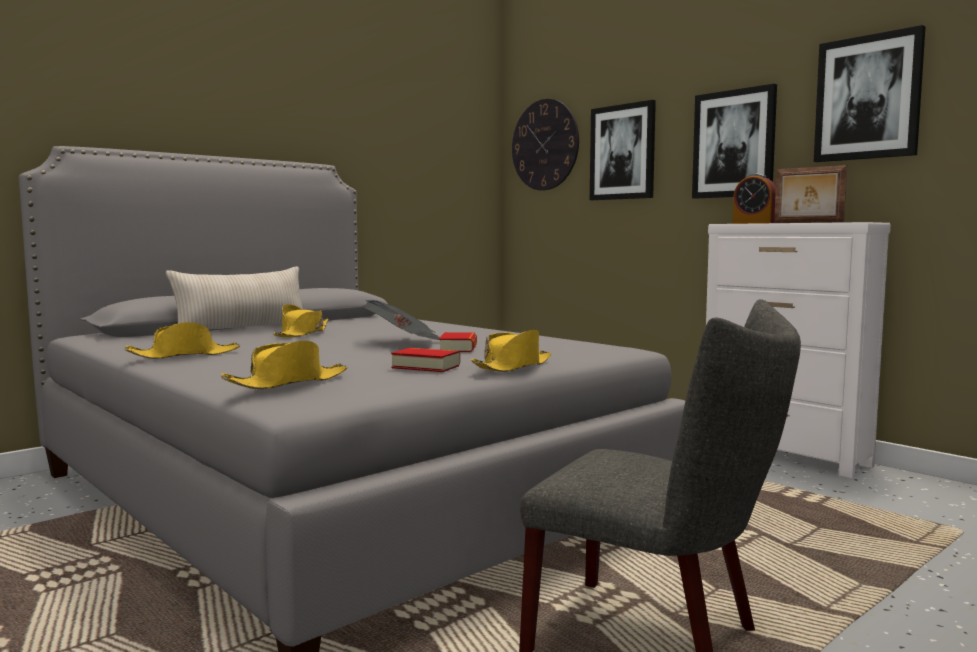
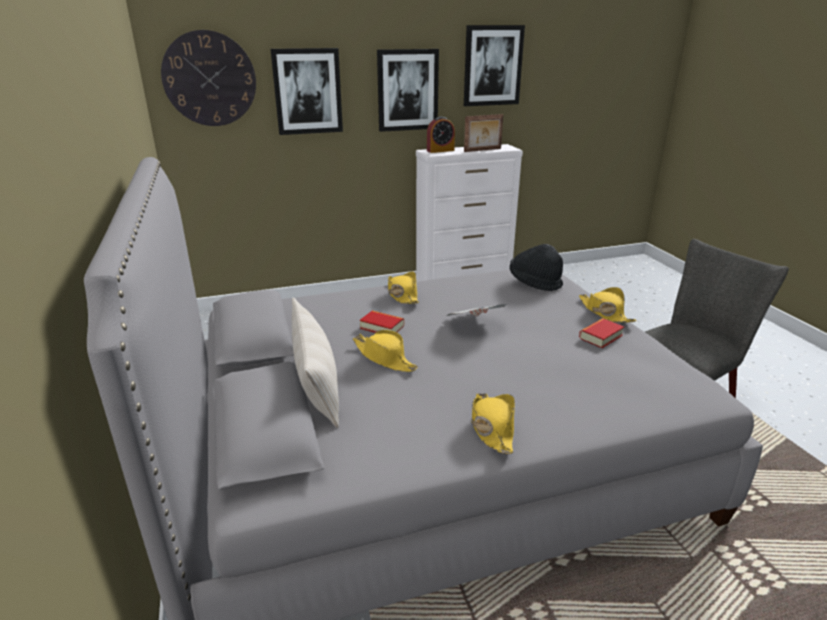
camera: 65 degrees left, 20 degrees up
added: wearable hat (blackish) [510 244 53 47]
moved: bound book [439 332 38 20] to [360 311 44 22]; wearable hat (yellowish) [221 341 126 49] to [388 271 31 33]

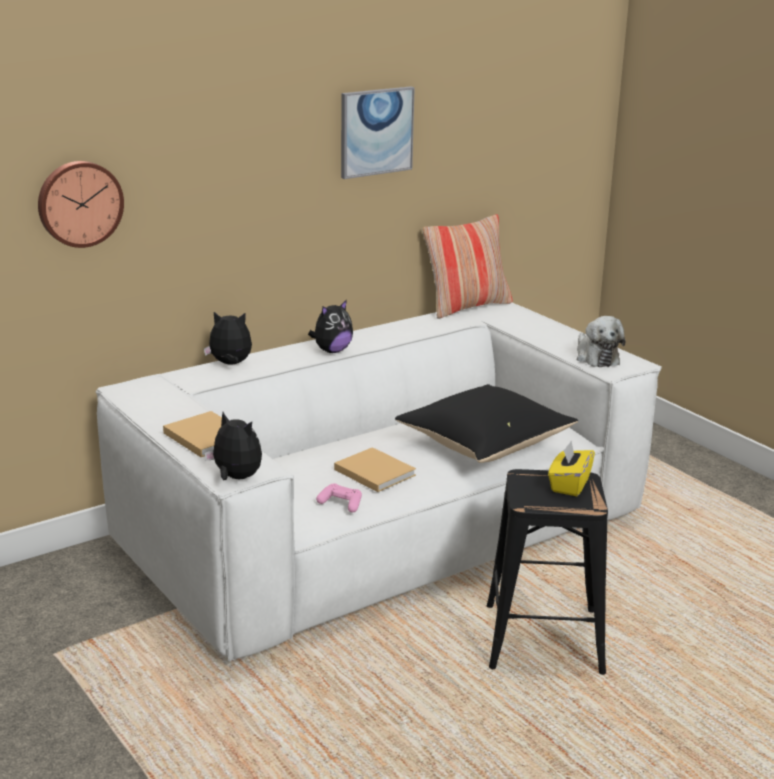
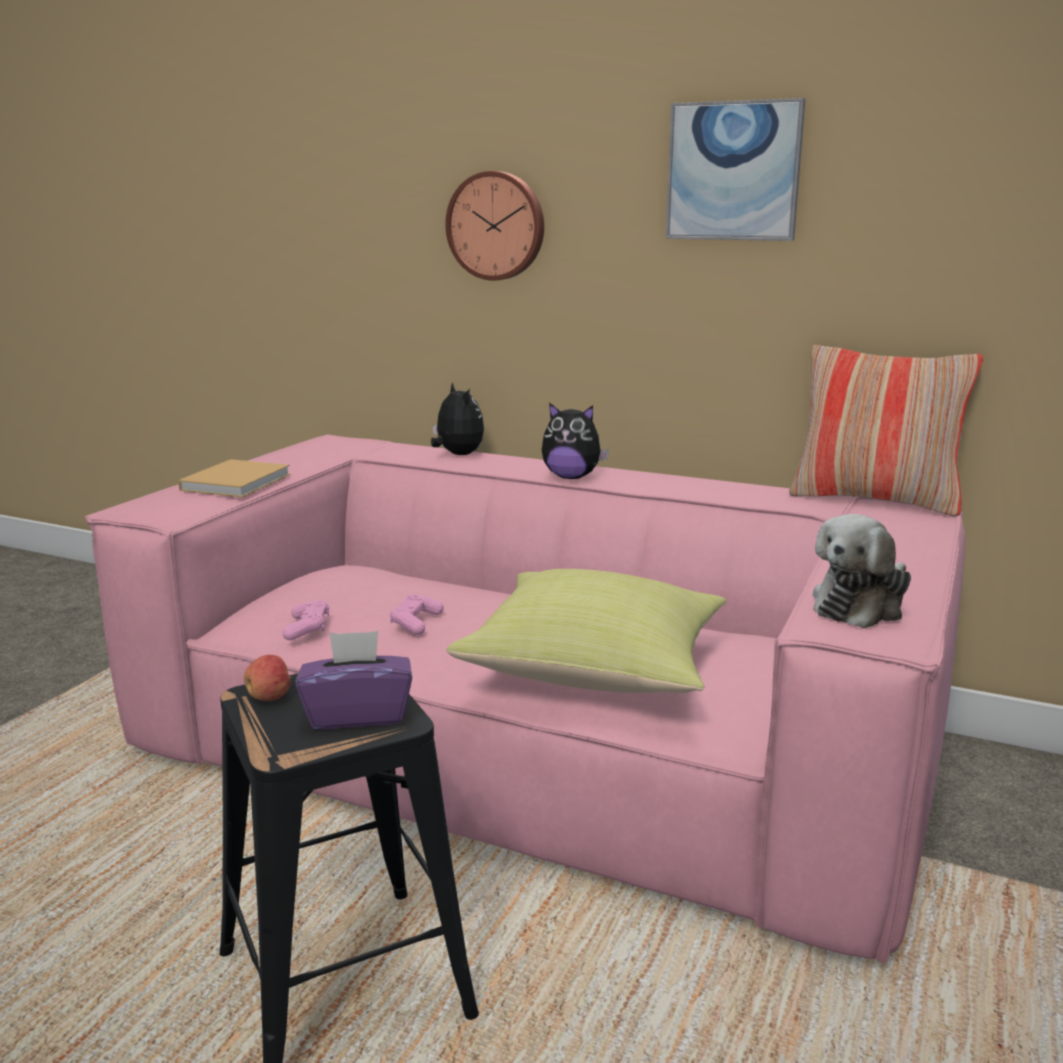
camera: 60 degrees right, 5 degrees down
removed: soft toy [204 412 58 68]
added: apple fruit [244 655 48 46]
moved: hanging clock [38 161 86 87] to [445 171 99 110]
replaced: bound book (sand-coloured) [334 447 82 45] to gamepad (pink-coloured) [390 594 54 41]
recoloured: couch (white-coloured) [96 303 566 359] to couch (pink-coloured) [85 435 881 529]; pillow (blackish) [395 384 183 79] to pillow (yellowish) [446 569 281 124]; tissue holder (yellowish) [548 441 47 55] to tissue holder (purple-coloured) [296 631 116 98]

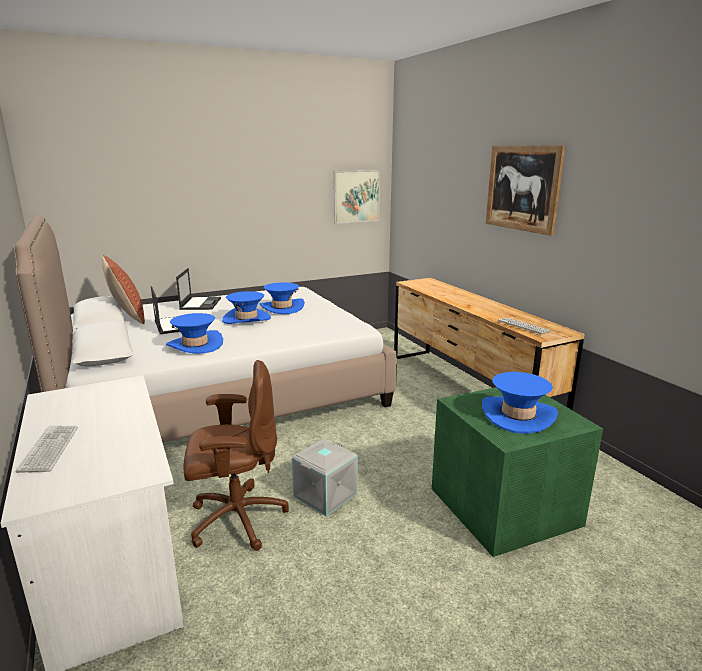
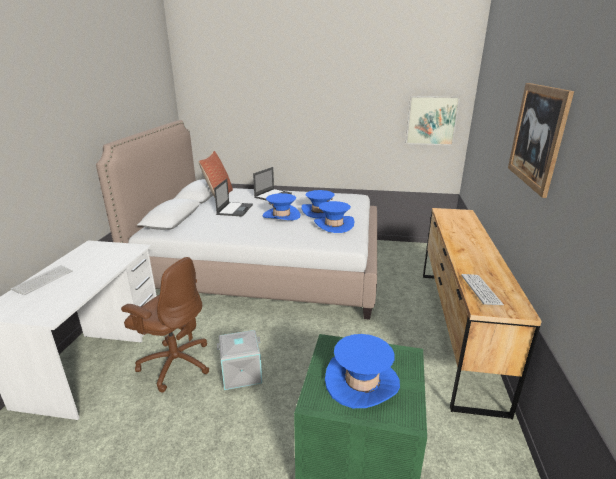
camera: 35 degrees right, 5 degrees up
moved: wearable hat (blue-coloured) [166 313 57 41] to [314 201 41 32]

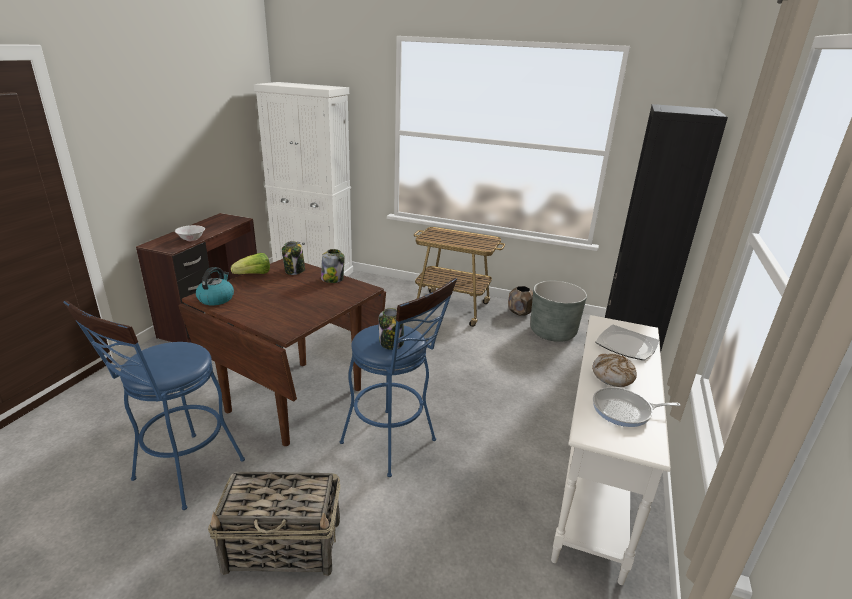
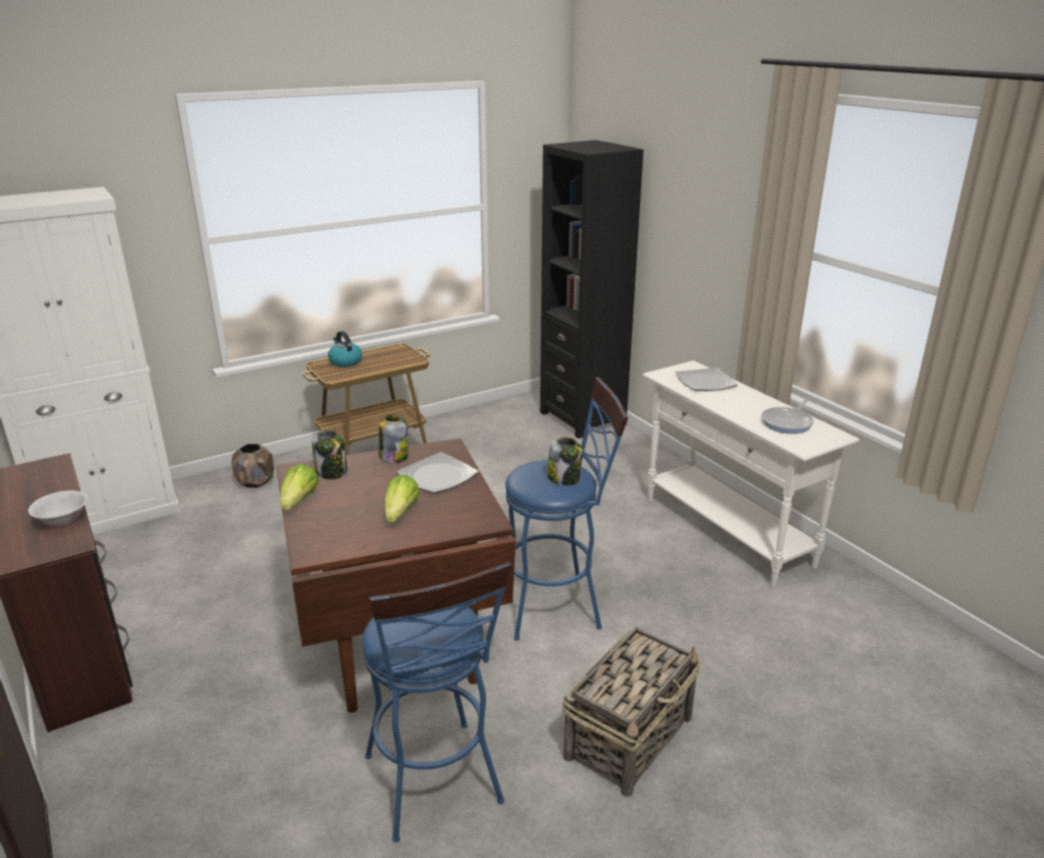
camera: 50 degrees left, 0 degrees up
removed: planter (grey) [530 281 57 61]; bread [592 354 45 33]
added: flat dish [397 452 81 41]; lettuce [384 474 36 48]
moved: tea kettle [196 267 38 38] to [328 331 34 36]; planter (brown-coloured) [508 286 25 30] to [231 444 43 43]

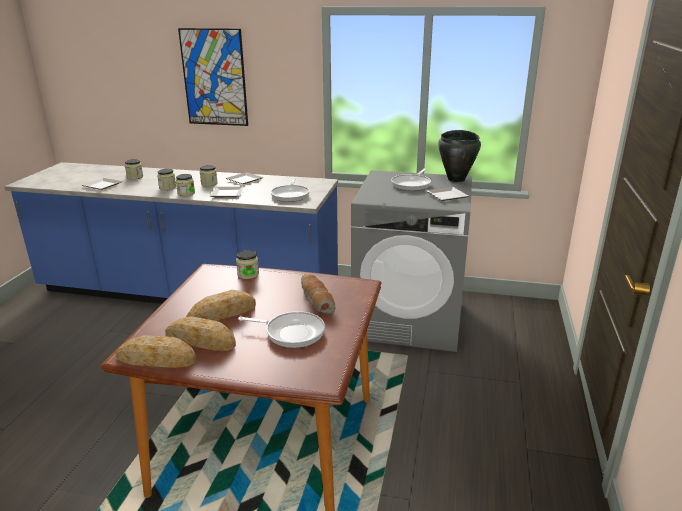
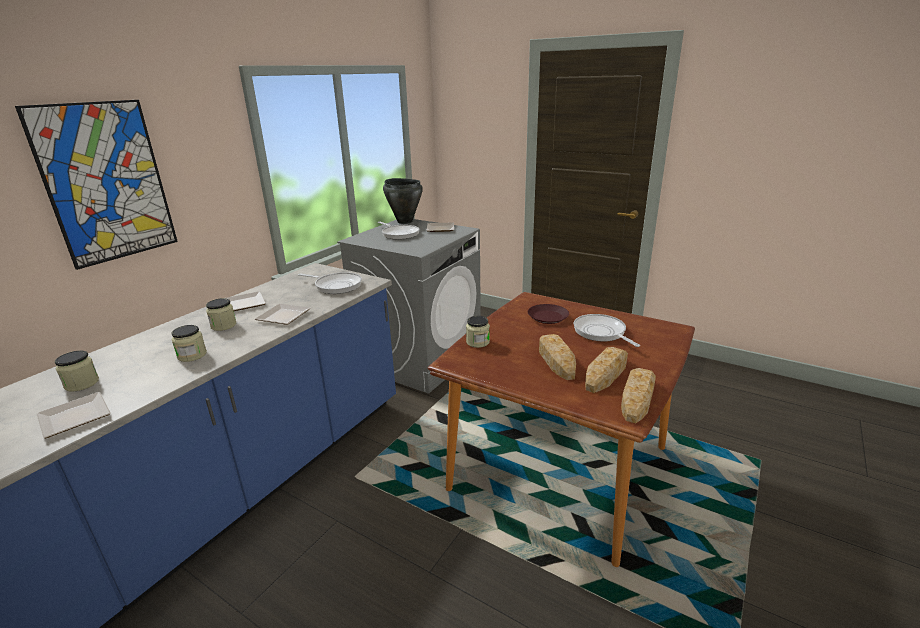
camera: 70 degrees left, 0 degrees up
removed: jar [176 174 19 22]
replaced: bread [301 274 35 40] to flat dish (brown-coloured) [528 304 41 20]
turned: skillet [238 311 87 37] = [574 314 66 33] 60 degrees counterclockwise

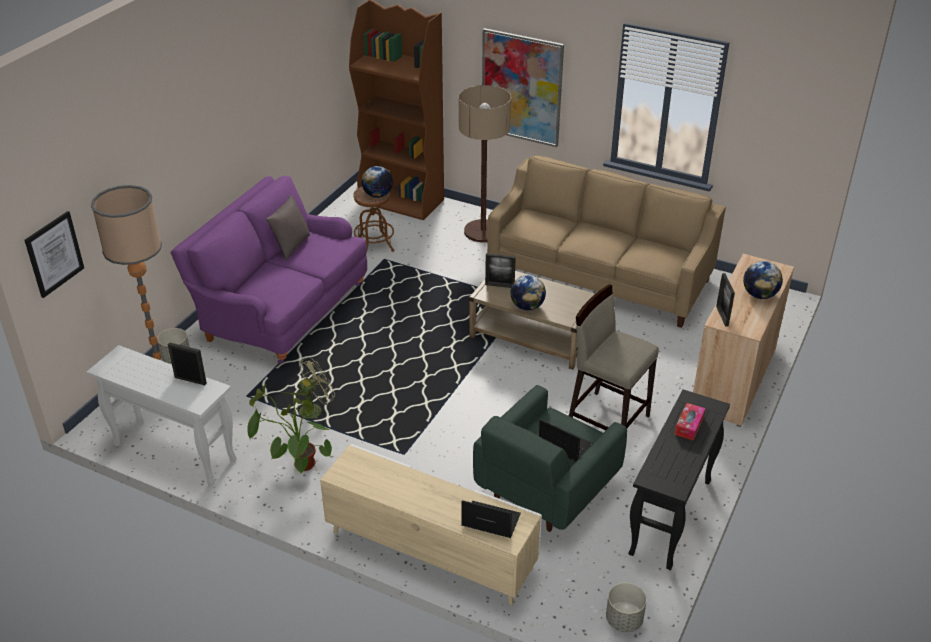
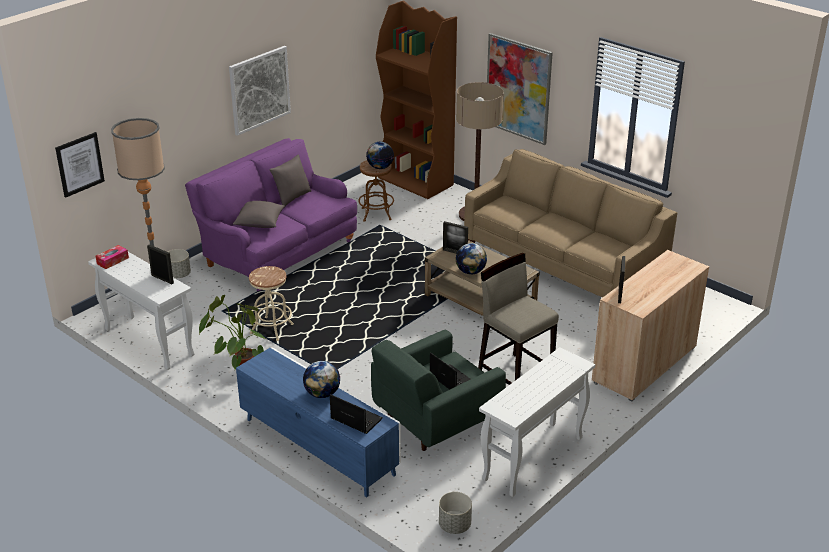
camera: 15 degrees right, 5 degrees down
added: wall picture [229 46 62 90]; pillow (grey) [233 201 52 27]
moved: world globe [743 261 40 38] to [303 361 37 37]; tissue holder [675 403 31 38] to [95 245 34 24]
replaced: fan (green-coloured) [291 357 44 62] to stool (sand-coloured) [249 266 45 75]
recoloured: console table (blackish) [628 389 102 181] to console table (white-coloured) [479 347 116 150]; tv stand (sand-coloured) [320 444 222 161] to tv stand (blue-coloured) [236 347 165 150]

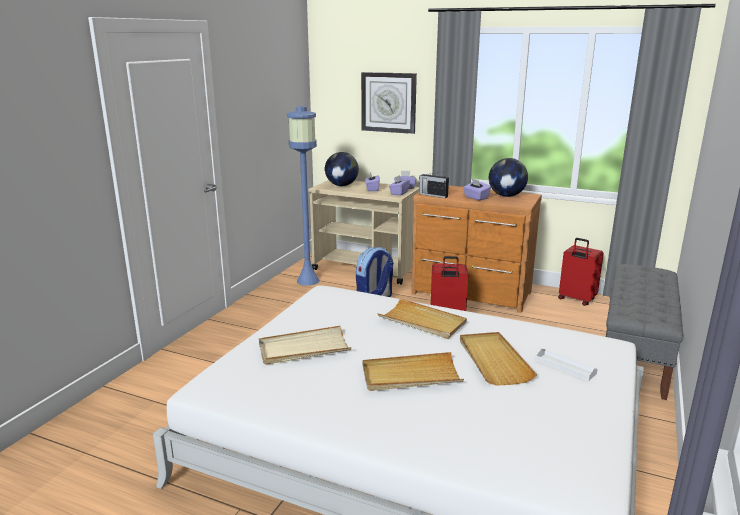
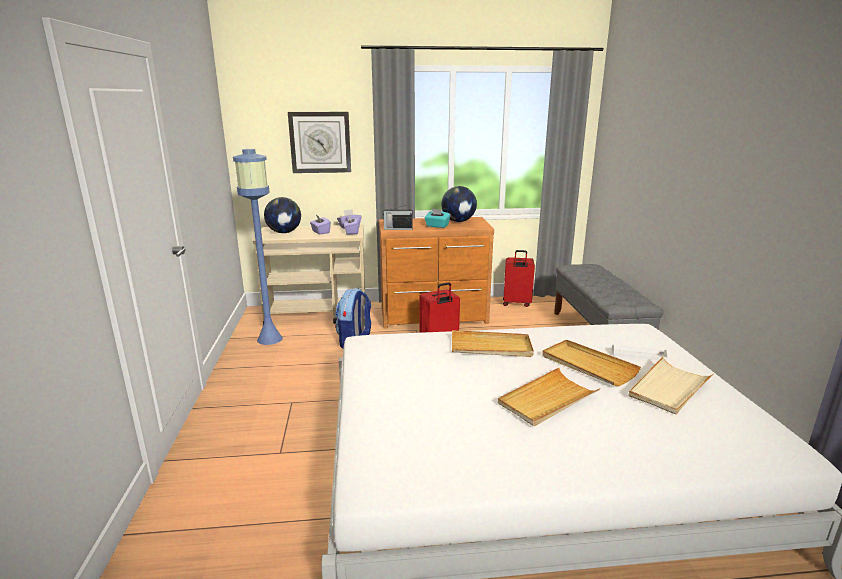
camera: 30 degrees left, 0 degrees up
moved: serving tray (sand-coloured) [259 326 93 39] to [629 357 85 58]
recoloured: tissue holder (purple-coloured) [463 179 28 21] to tissue holder (blue-green) [424 208 27 20]

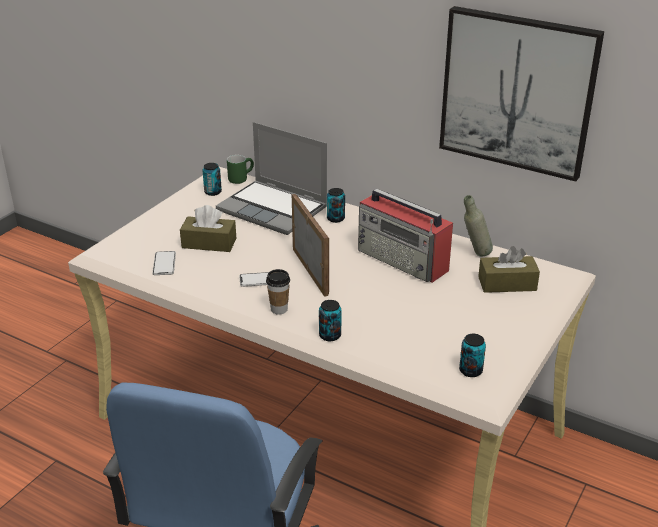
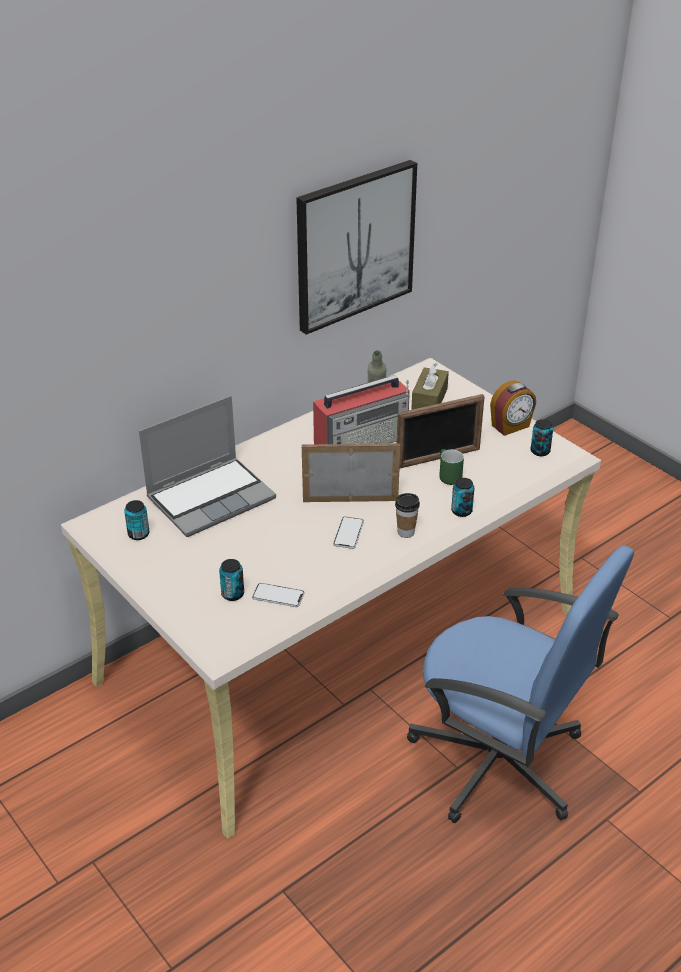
camera: 70 degrees left, 5 degrees up
removed: tissue holder (brown-coloured) [180 205 56 47]
added: table clock [490 380 46 56]; photo frame [397 394 88 75]
moved: mug (green-coloured) [227 155 27 29] to [439 449 25 36]; sealed can [327 188 18 35] to [219 559 25 42]

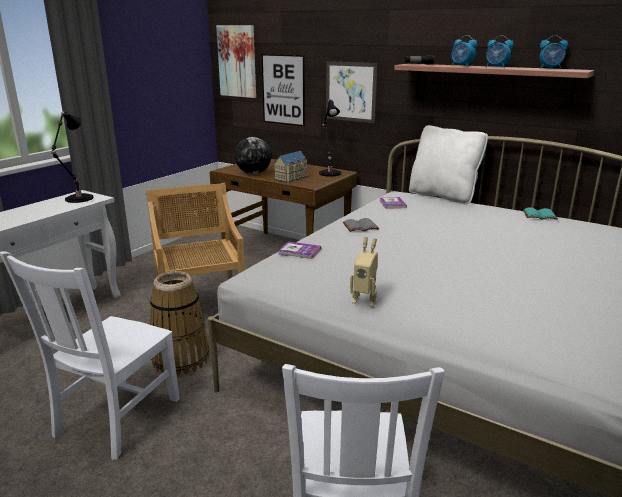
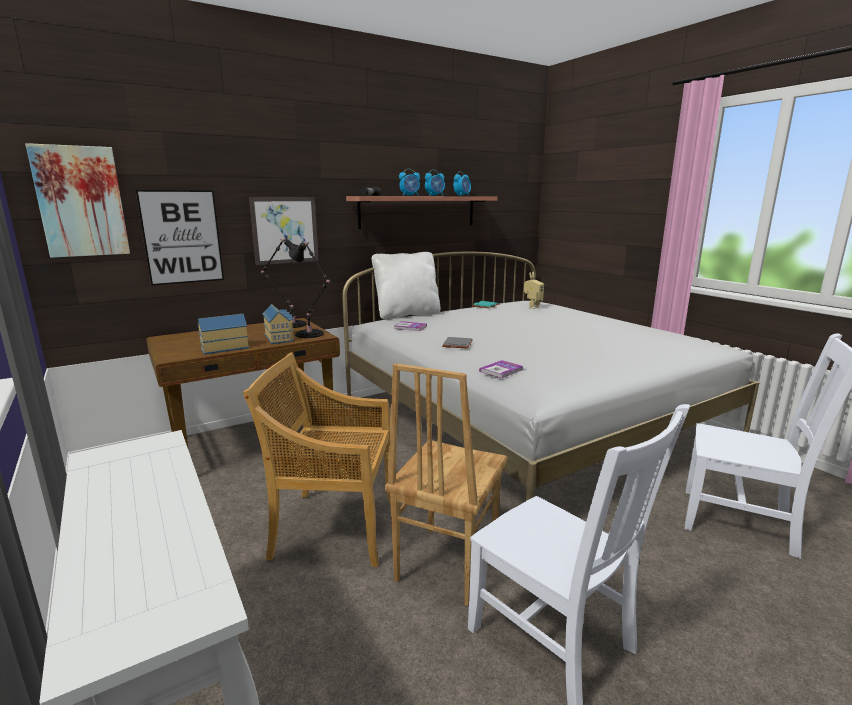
camera: 65 degrees left, 5 degrees down
moved: table lamp (blackish) [51 112 42 91] to [289 242 41 96]; model robot [350 237 28 70] to [524 272 20 37]
replaced: world globe [235 137 36 37] to toy house [198 314 51 41]; storage basket [150 271 59 105] to chair (brown-coloured) [385 363 123 243]

